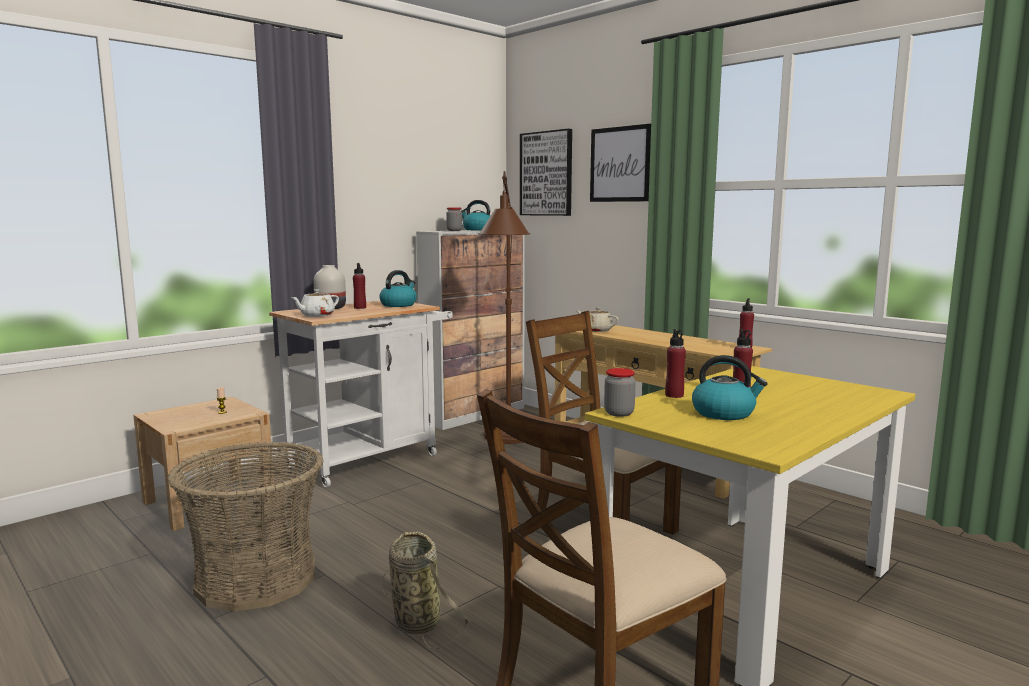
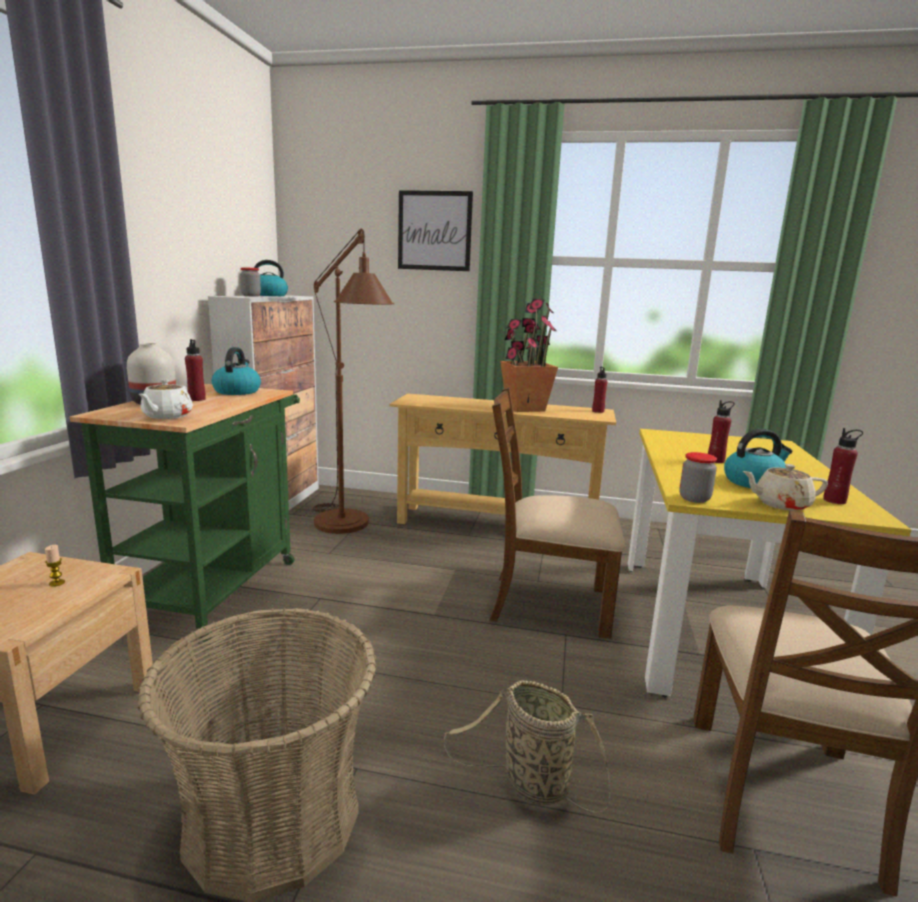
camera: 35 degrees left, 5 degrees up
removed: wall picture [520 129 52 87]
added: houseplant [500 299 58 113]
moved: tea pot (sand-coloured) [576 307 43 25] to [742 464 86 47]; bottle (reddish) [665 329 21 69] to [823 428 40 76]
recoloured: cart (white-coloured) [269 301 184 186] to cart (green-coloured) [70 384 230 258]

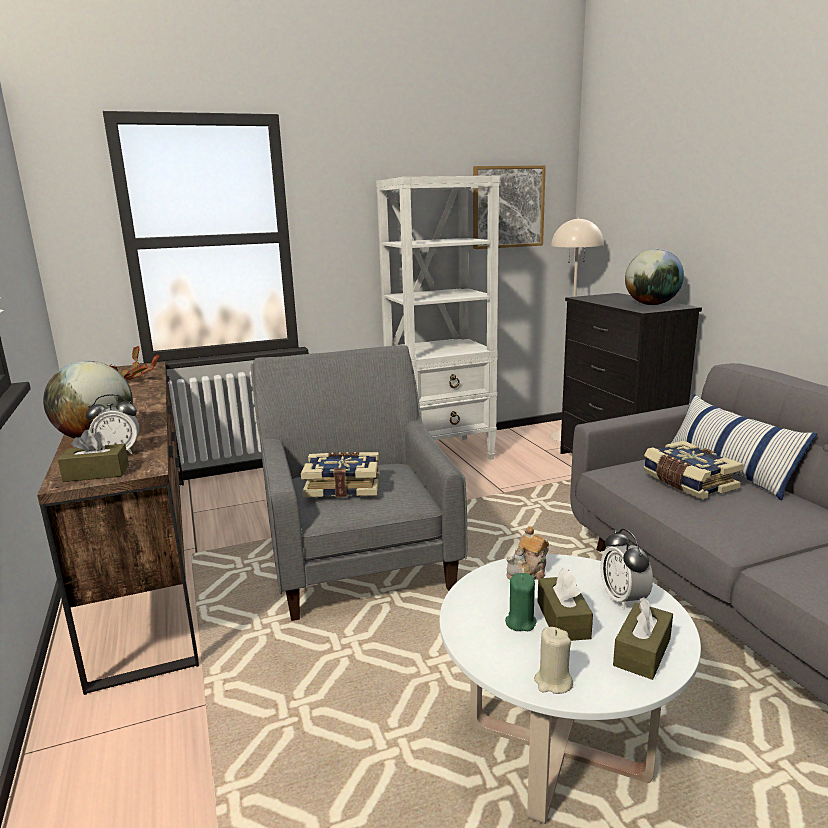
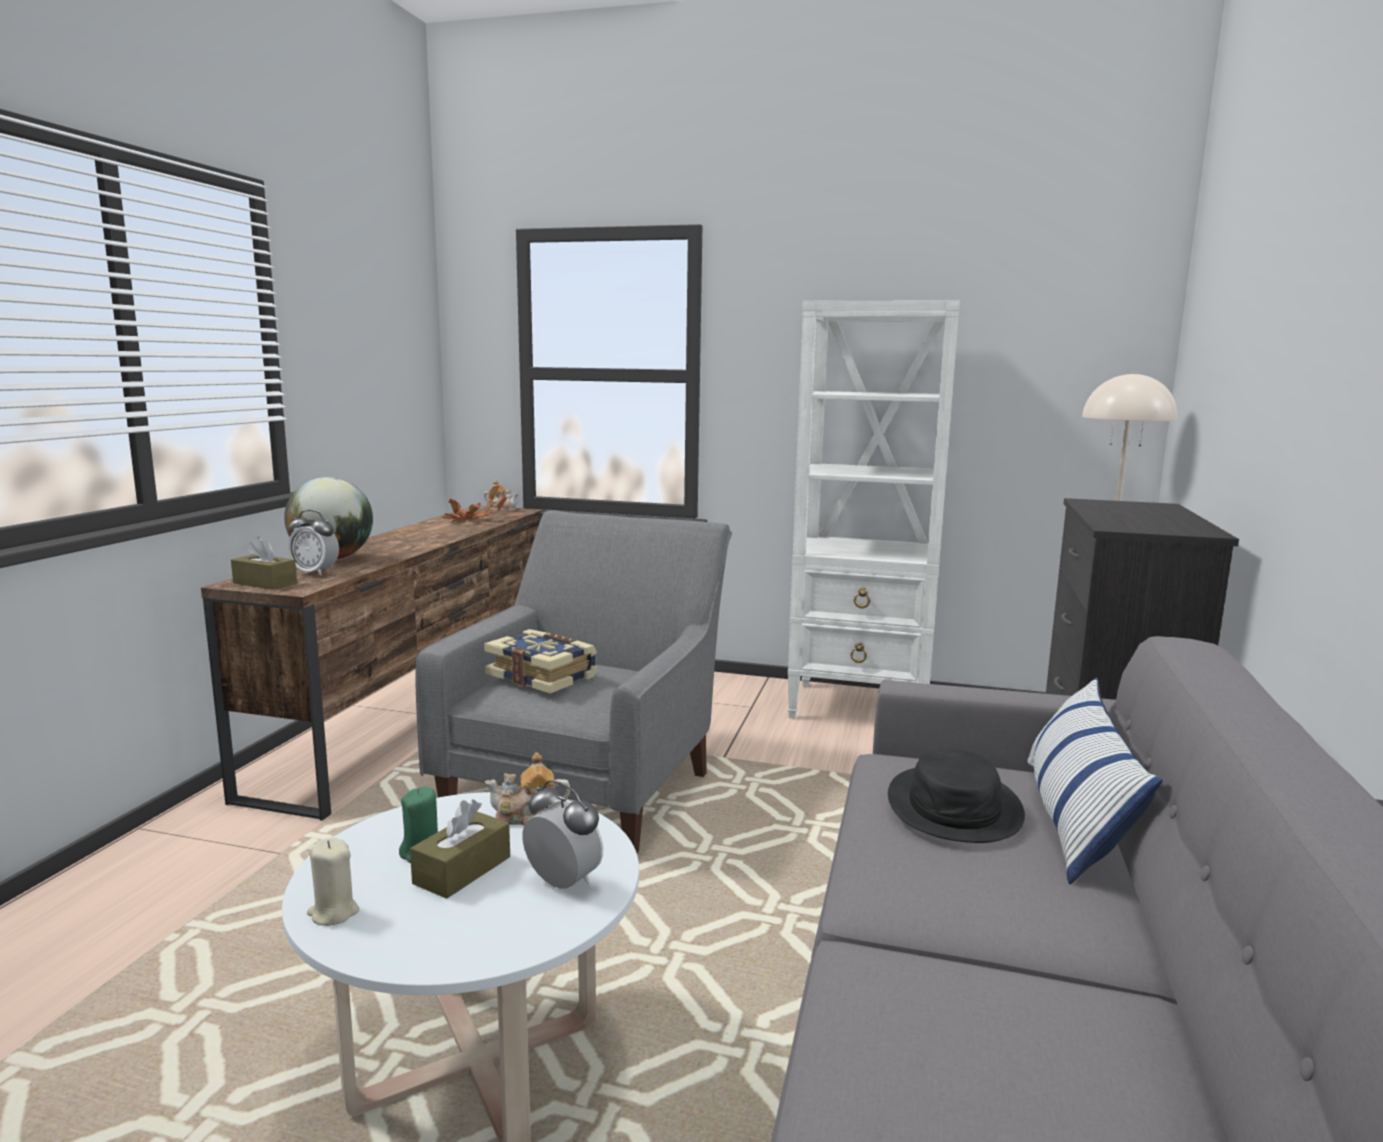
camera: 35 degrees right, 5 degrees down
removed: wall picture [473 165 73 84]; world globe [625 249 59 56]; tissue holder (brown-coloured) [613 597 60 83]
added: tea pot [484 480 34 32]
replaced: bound book [643 441 100 58] to wearable hat (blackish) [888 749 137 94]
turned: table clock [601 528 52 82] = [522 780 81 108] 105 degrees clockwise

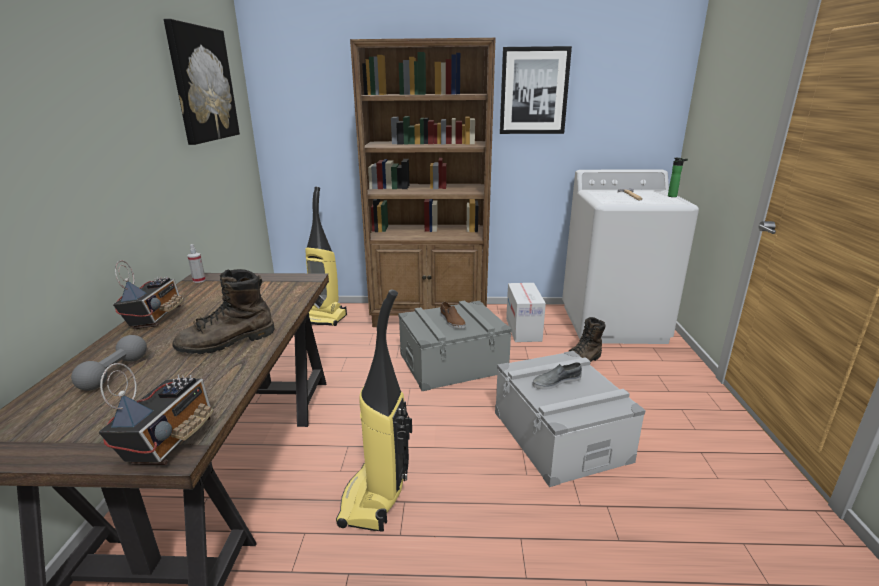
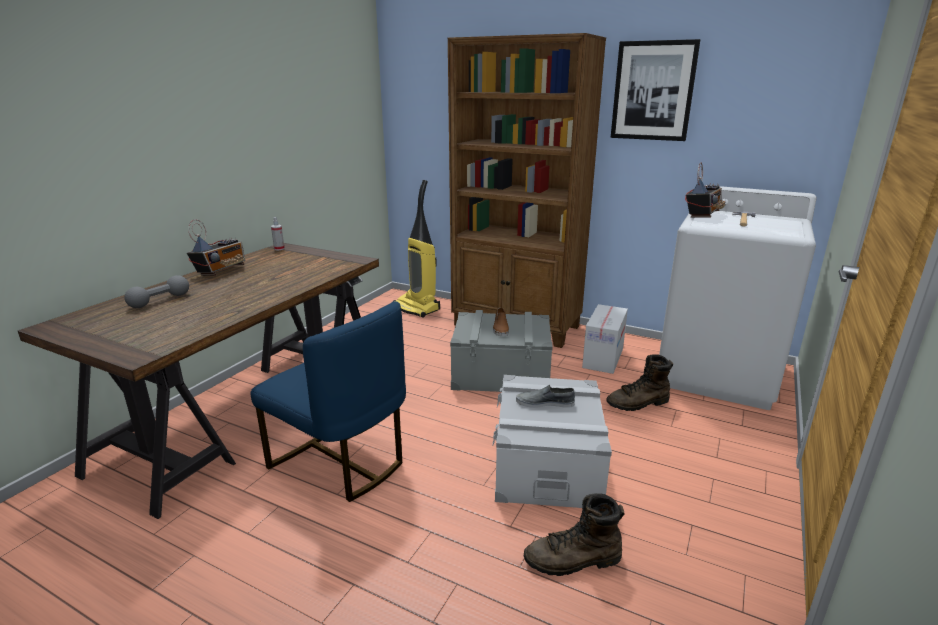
camera: 25 degrees right, 0 degrees up
removed: wall picture [164 19 76 126]; bottle [668 158 20 39]
moved: high-top boot (brown-coloured) [172 269 103 85] to [524 493 100 83]; radio [99 363 114 102] to [685 162 41 55]
replaced: vacuum cleaner [336 289 76 242] to chair (blue-coloured) [251 301 155 201]

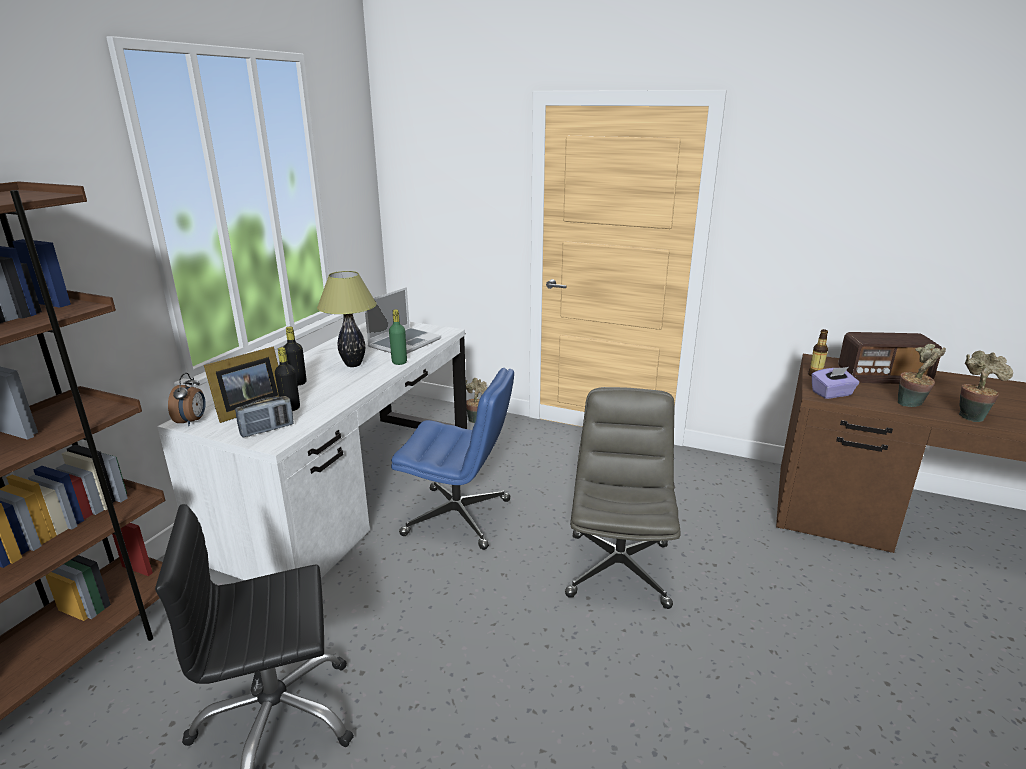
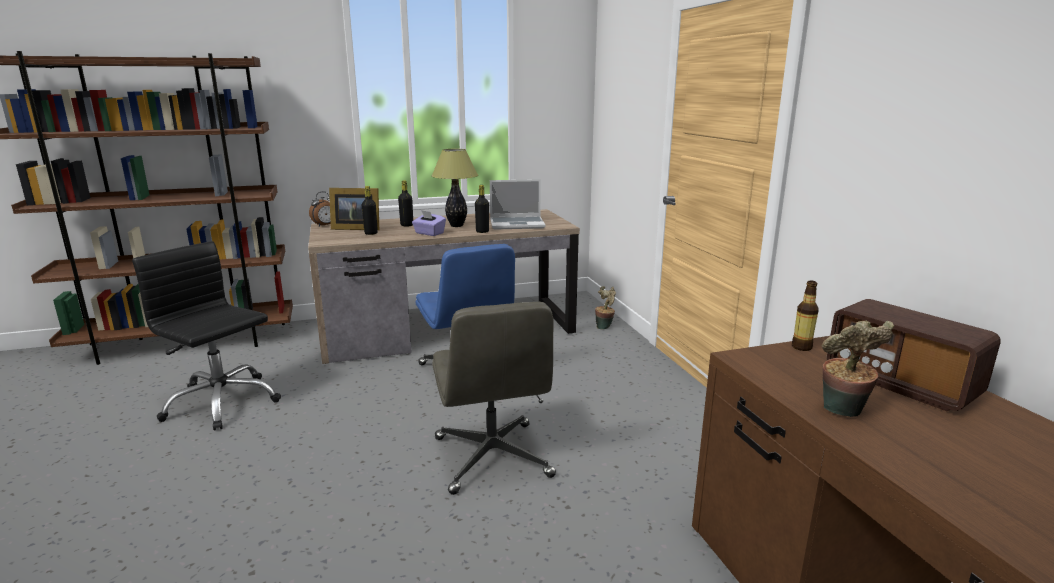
camera: 50 degrees right, 5 degrees down
removed: houseplant [959 351 54 71]; radio [235 396 58 41]
moved: tissue holder (purple-coloured) [812 367 47 32] to [412 210 34 26]
recoloured: bottle (green-coloured) [389 309 18 56] to bottle (blackish) [475 185 14 48]; desk table (white-coloured) [157 322 310 258] to desk table (brown-coloured) [308 209 272 155]
turned: computer chair (grey) [565 387 116 222] = [432 302 124 193] 105 degrees clockwise

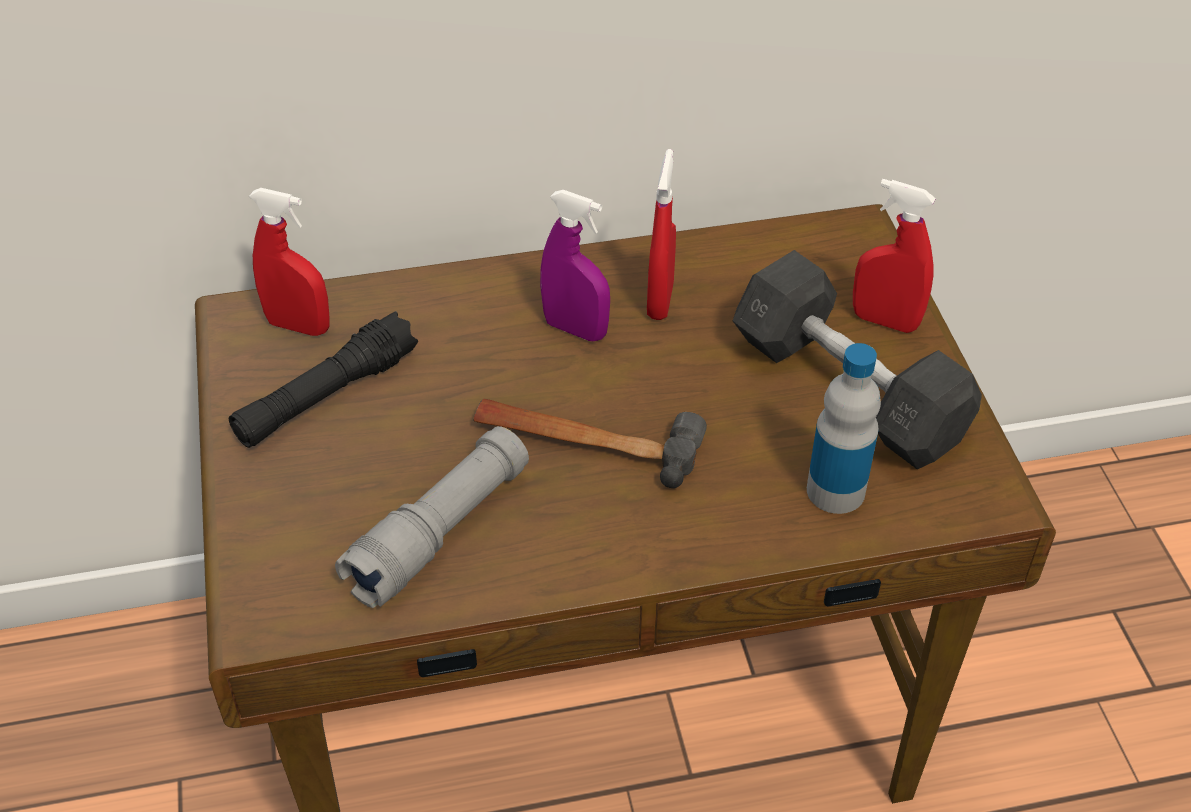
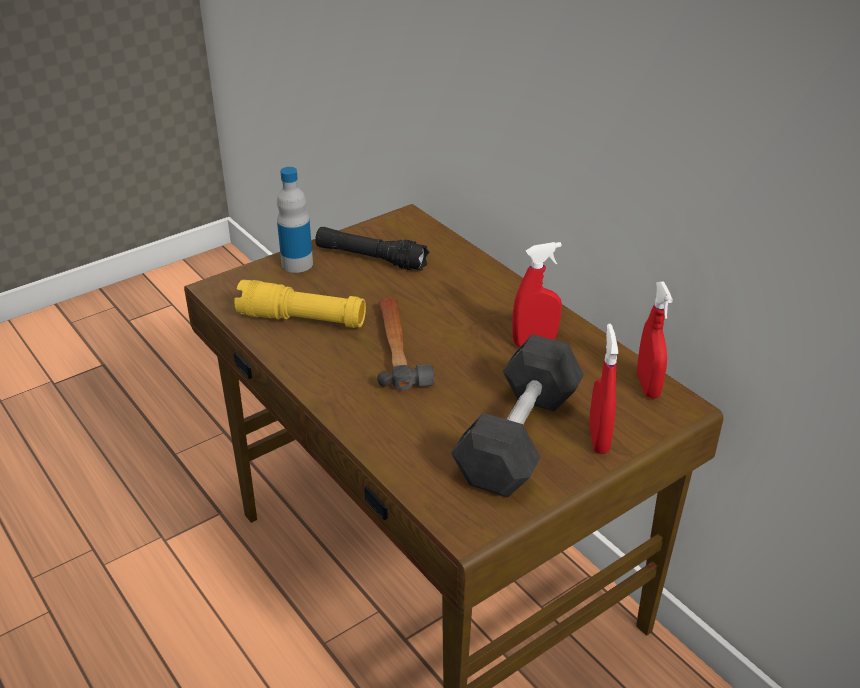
camera: 65 degrees right, 10 degrees down
removed: hand sprayer (purple-coloured) [540 190 70 151]
moved: hand sprayer (reddish) [249 188 81 148] to [637 281 36 117]; bottle [807 343 74 171] to [277 167 36 106]
recoloured: hand torch (grey) [335 426 194 182] to hand torch (yellowish) [234 280 132 48]

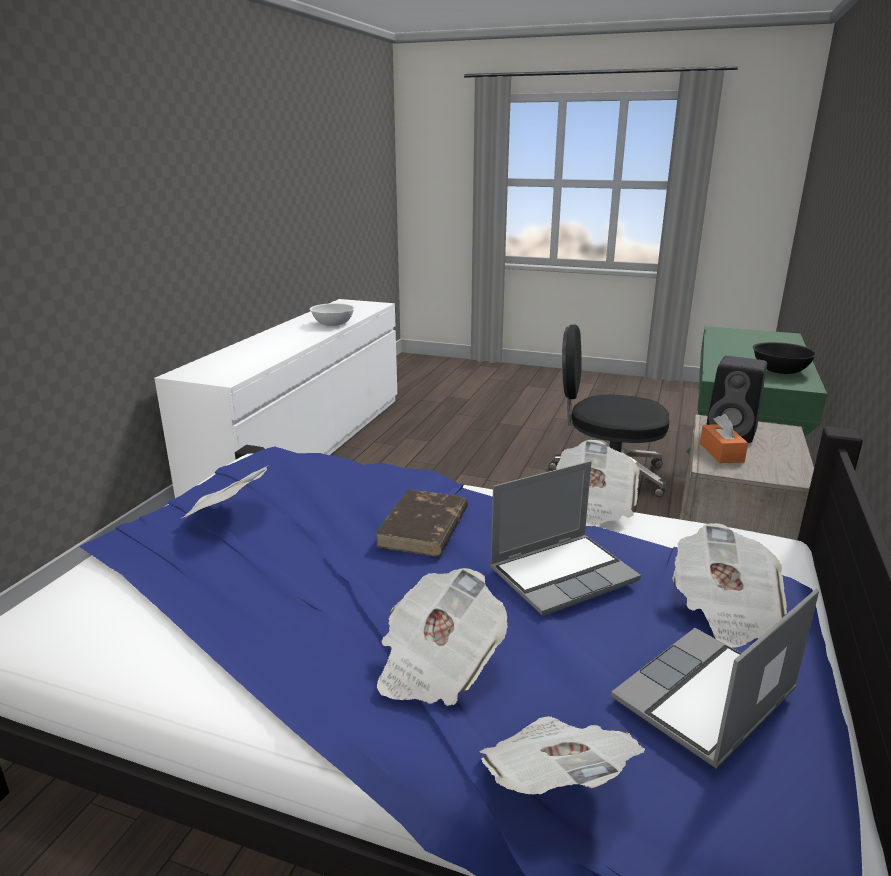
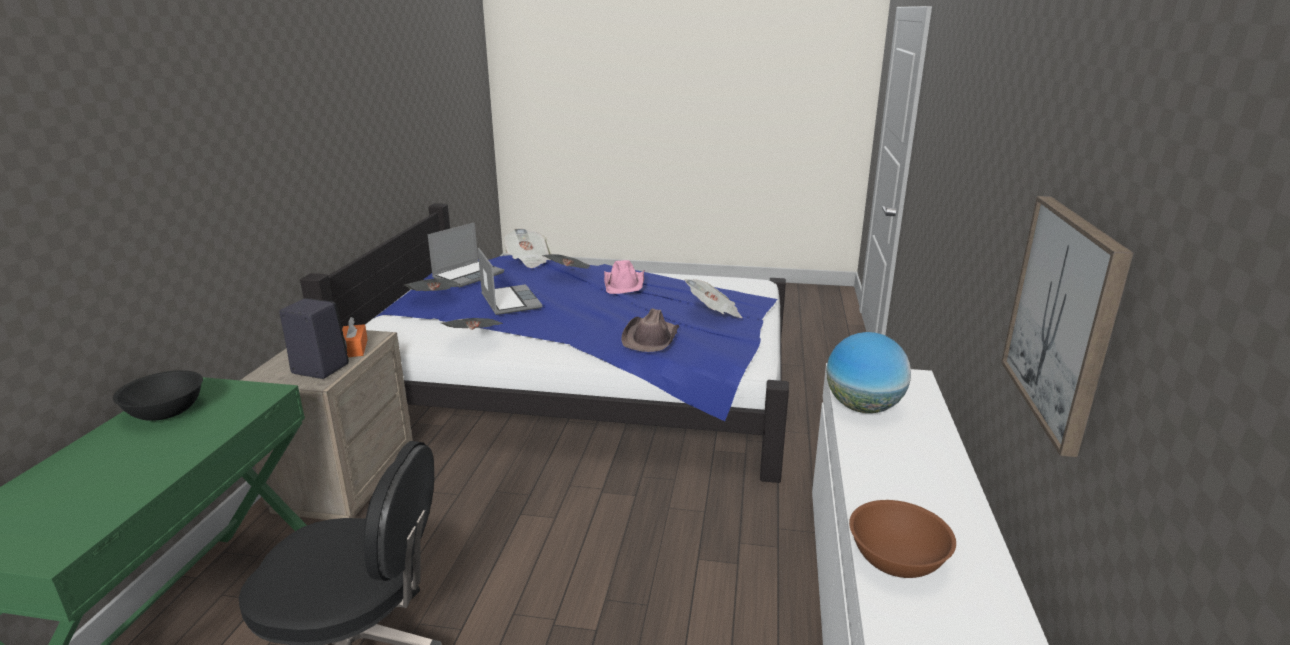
camera: 170 degrees right, 0 degrees up
removed: bound book (brown-coloured) [375 489 93 68]
added: wall picture [1001 196 132 261]; wearable hat (pink-coloured) [604 260 41 34]; wearable hat (brown-coloured) [621 308 58 44]; world globe [826 332 85 81]
recoloured: bowl (white-coloured) [310 303 45 23] to bowl (brown-coloured) [849 500 107 78]
turned: portable computer [490 461 151 155] = [478 248 64 67] 105 degrees clockwise

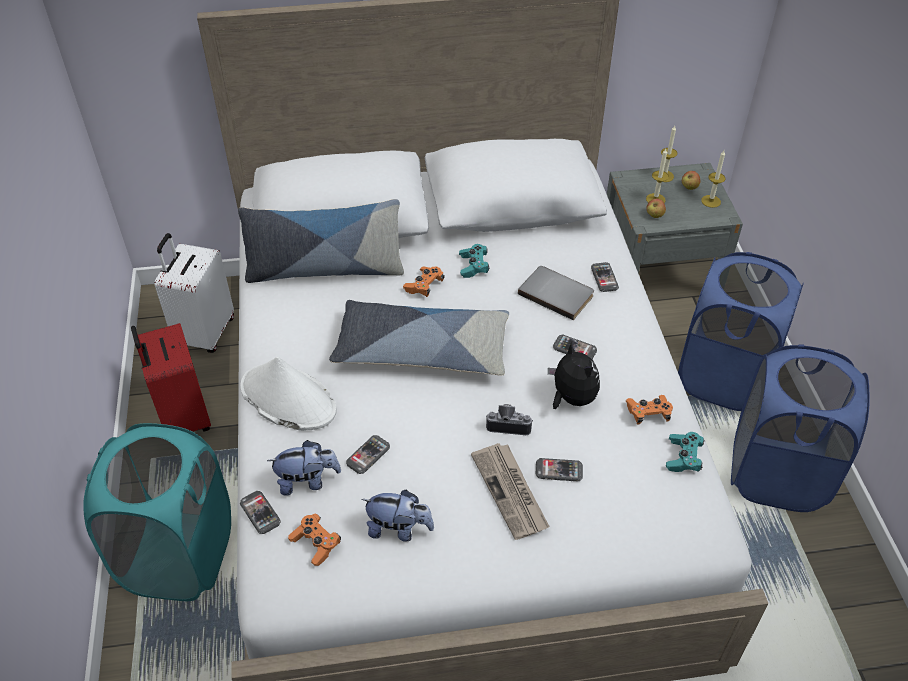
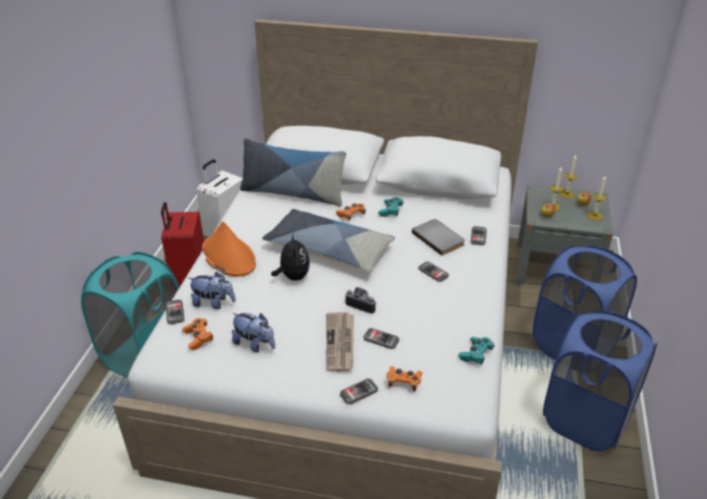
camera: 20 degrees right, 10 degrees down
moved: soft toy [548 341 52 68] to [271 232 39 49]; gamepad (orange-coloured) [626 395 47 29] to [386 366 37 26]; telephone [346 435 44 39] to [340 378 38 27]
recoloured: wearable hat (white-coloured) [240 357 97 74] to wearable hat (orange-coloured) [202 221 54 56]

